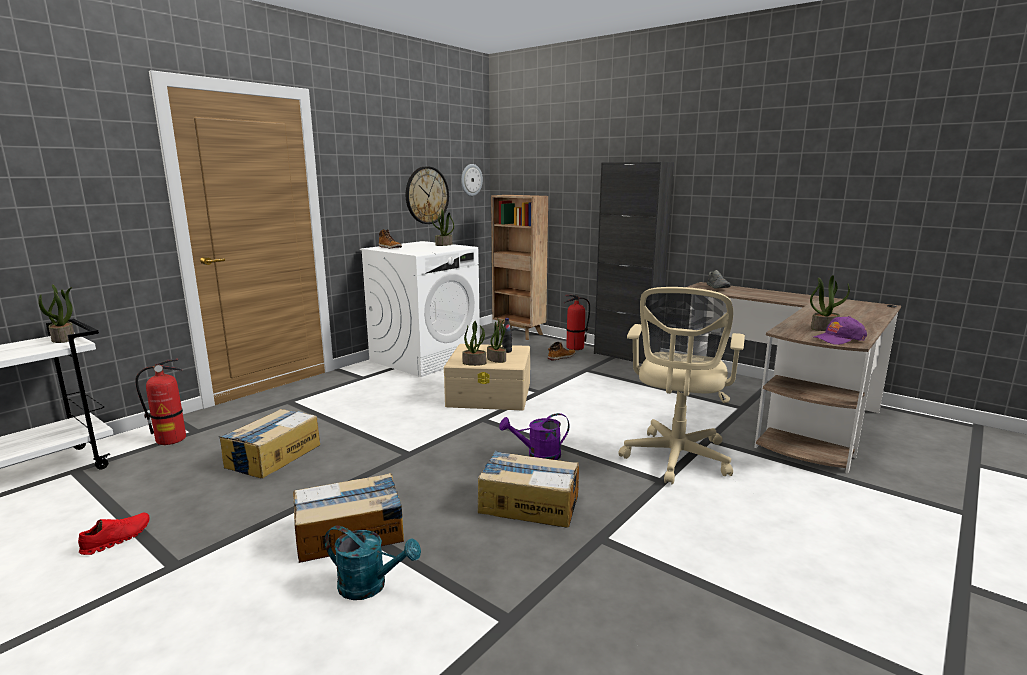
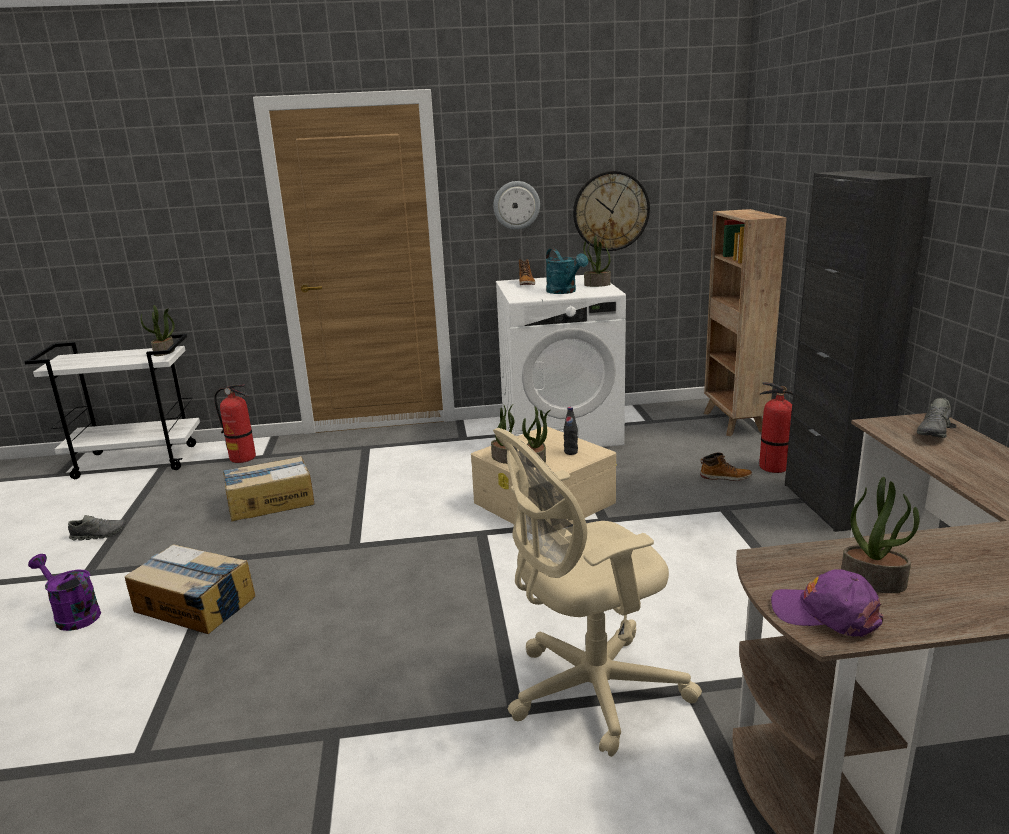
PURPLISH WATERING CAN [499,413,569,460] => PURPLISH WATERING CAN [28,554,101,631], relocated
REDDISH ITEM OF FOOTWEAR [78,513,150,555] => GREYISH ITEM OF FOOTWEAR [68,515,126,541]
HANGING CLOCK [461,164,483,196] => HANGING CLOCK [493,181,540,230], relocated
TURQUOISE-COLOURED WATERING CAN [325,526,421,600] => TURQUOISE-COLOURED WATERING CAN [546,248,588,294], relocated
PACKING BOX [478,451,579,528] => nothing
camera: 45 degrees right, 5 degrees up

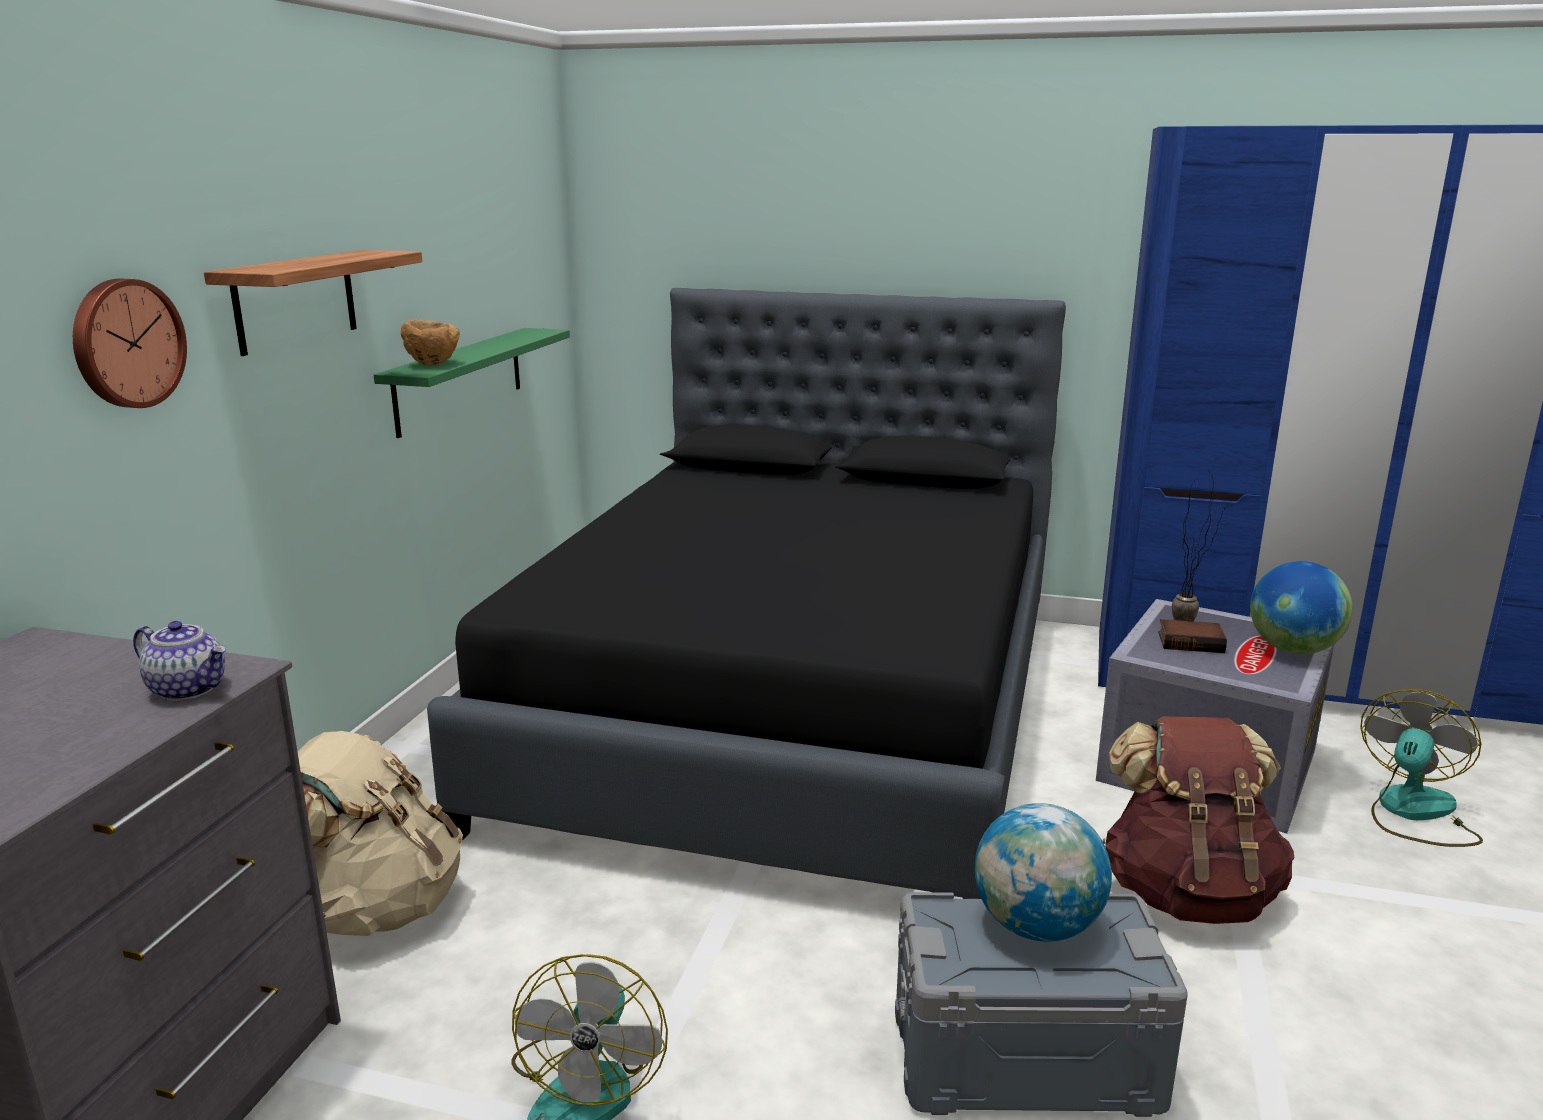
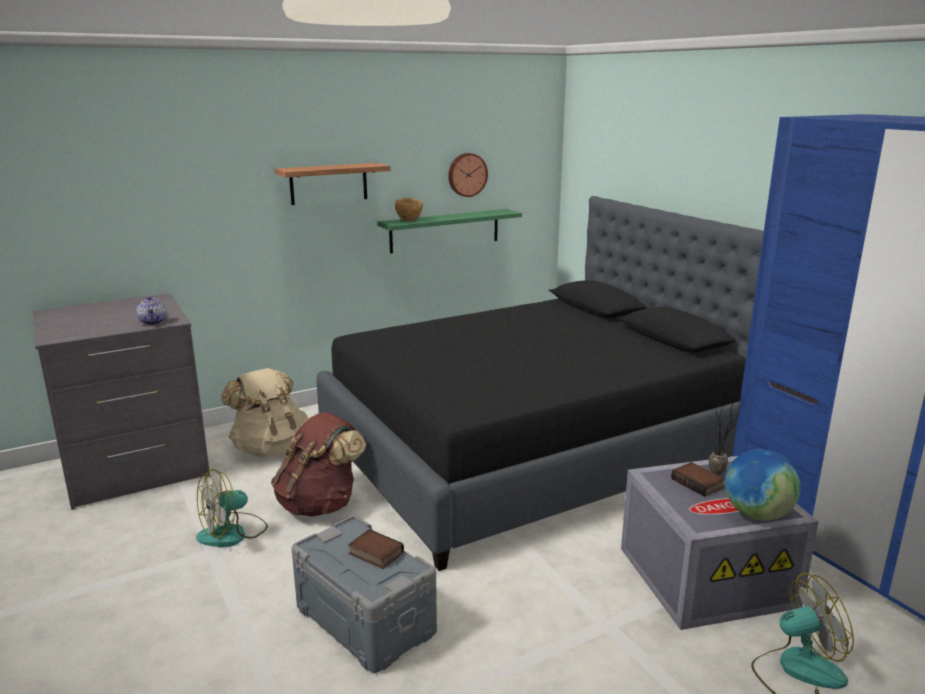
BROWN RUCKSACK [1103,716,1294,924] => BROWN RUCKSACK [271,412,366,517], relocated
DESK GLOBE [975,803,1112,942] => VOLUME [348,529,404,569]
HANGING CLOCK [73,279,187,408] => HANGING CLOCK [448,153,488,197], relocated
camera: 45 degrees right, 0 degrees up

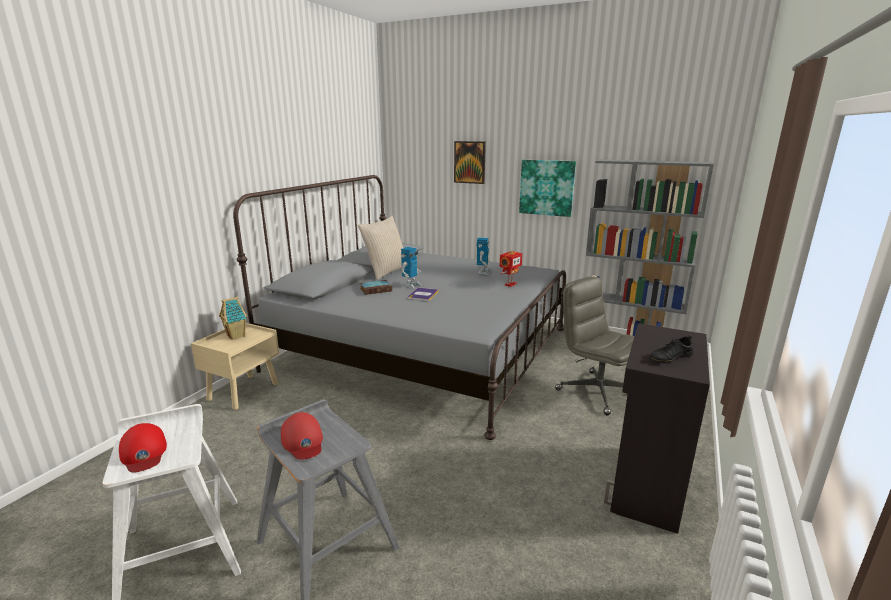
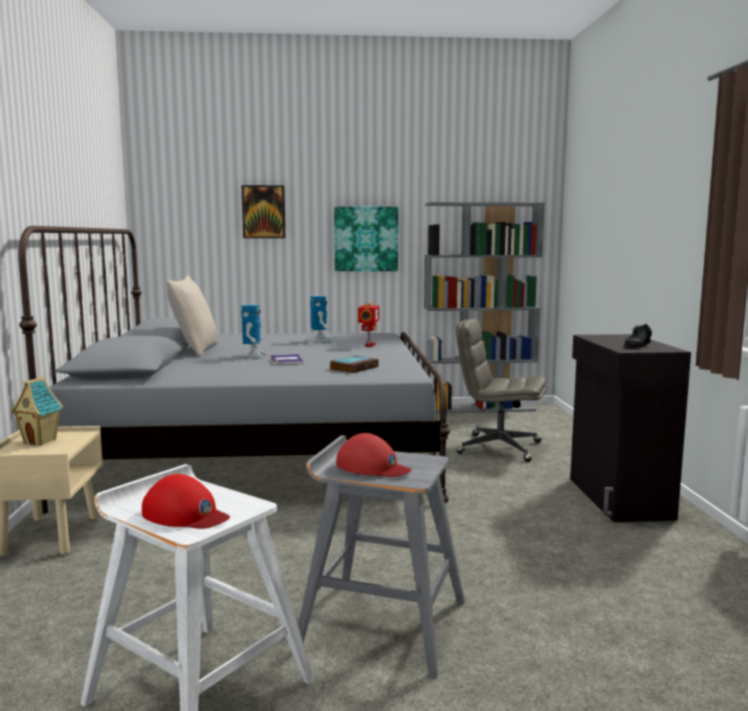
VOLUME [360,280,392,295] => VOLUME [330,356,379,373], relocated
camera: 30 degrees left, 10 degrees down

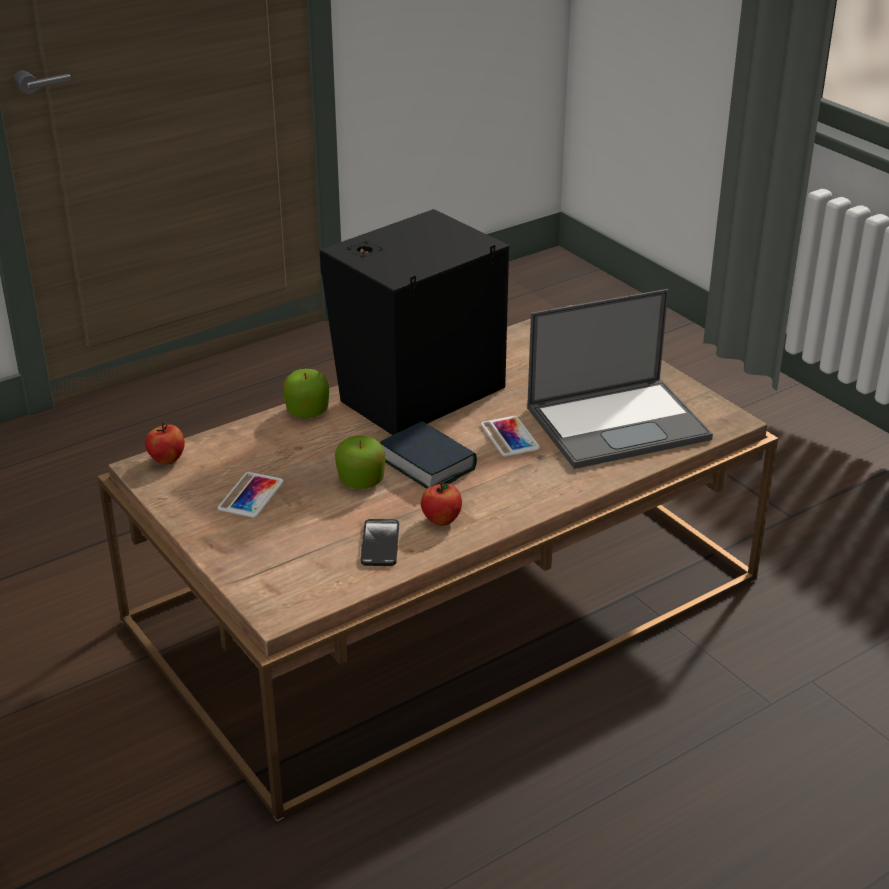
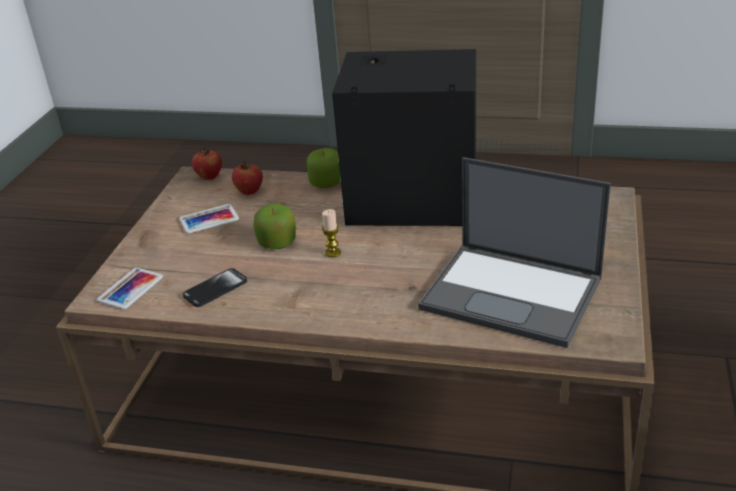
PHONE [481,416,540,457] => PHONE [97,268,163,310], relocated
APPLE FRUIT [421,482,462,526] => APPLE FRUIT [232,161,263,195], relocated
VOLUME [380,421,477,489] => WAX LIGHT [322,209,341,257]
camera: 50 degrees right, 0 degrees up

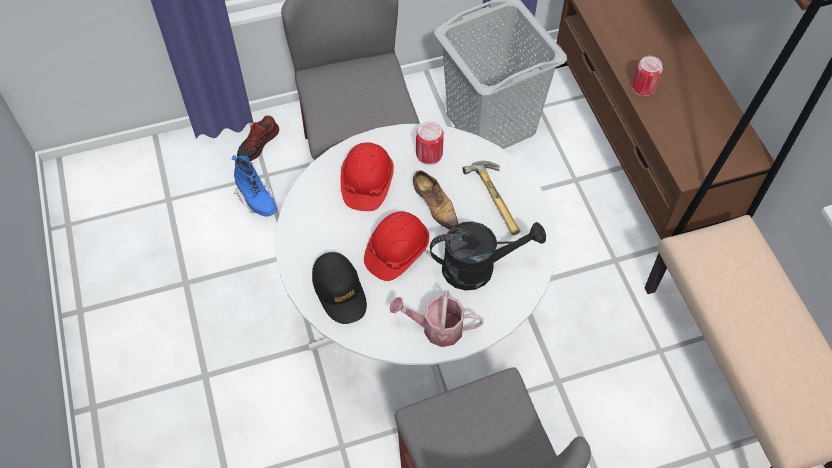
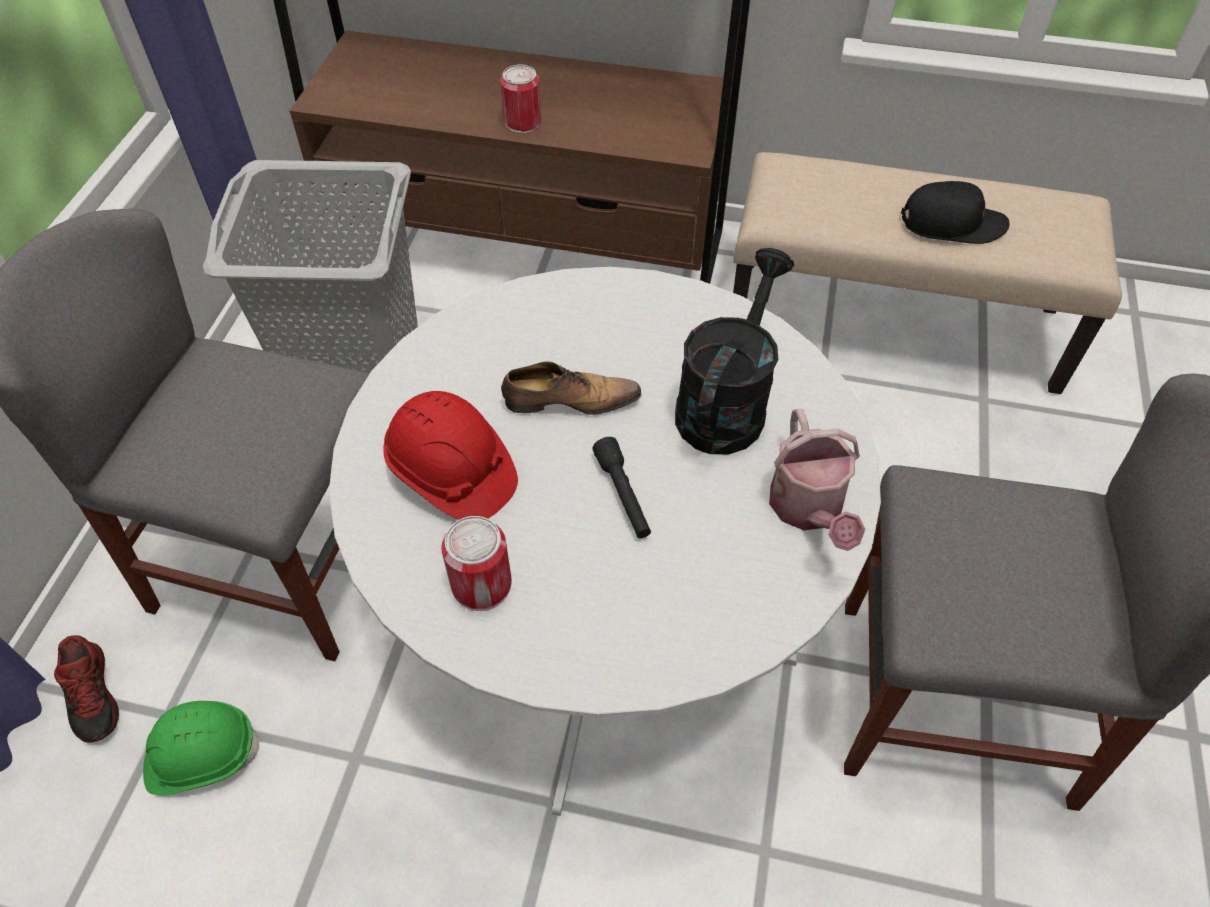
BLUE HIGH-TOP BOOT [232,155,277,217] => GREEN WORK HELMET [143,701,261,795]
CAN [416,121,444,165] => CAN [441,516,512,611], relocated
REDDISH WORK HELMET [364,211,429,281] => BLACK-COLOURED FLASHLIGHT [592,437,651,538]
WATERING CAN [389,290,484,347] => WATERING CAN [769,409,865,551], 45 degrees counterclockwise
BLACK-COLOURED CAP [312,252,367,324] => BLACK-COLOURED CAP [901,181,1009,244], relocated
HAND HAMMER [463,161,520,235] => nothing
camera: 60 degrees left, 5 degrees down

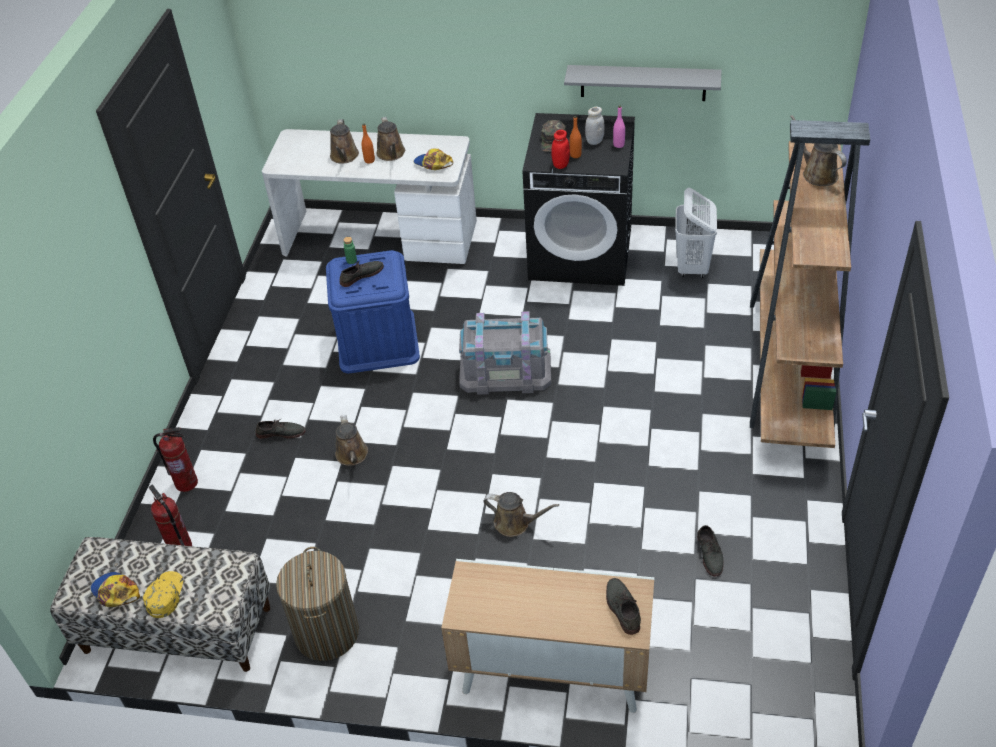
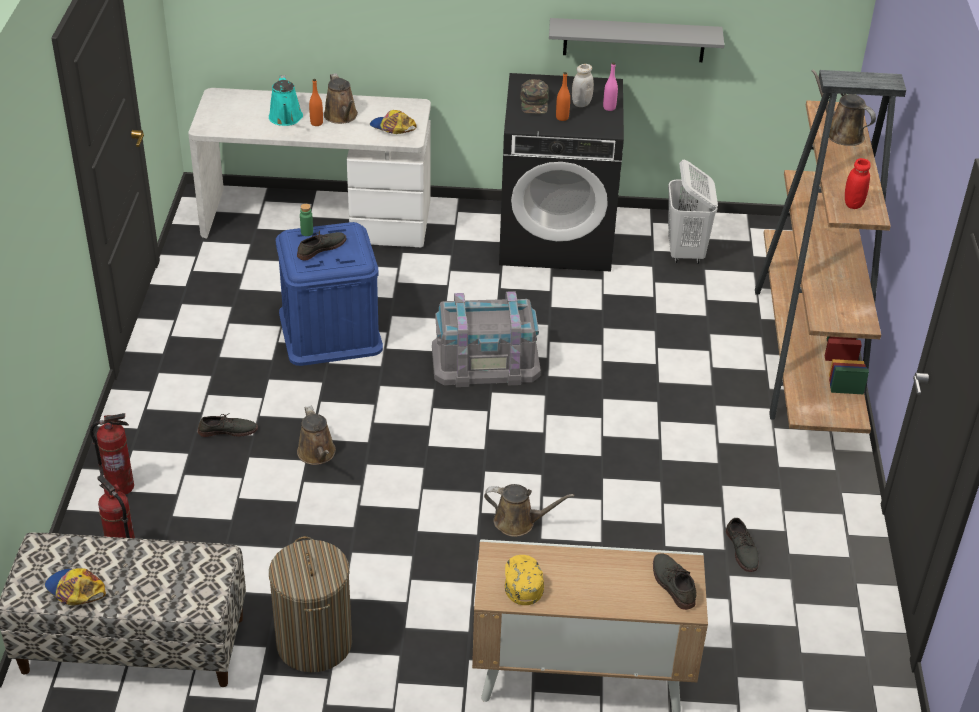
BROWN WATERING CAN [330,119,359,163] => TURQUOISE-COLOURED WATERING CAN [269,75,303,126]
YELLOW CAP [143,571,183,618] => YELLOW CAP [505,555,544,605], relocated
REDDISH STORAGE JAR [551,130,570,169] => REDDISH STORAGE JAR [845,158,871,209], relocated
camera: 10 degrees left, 5 degrees down

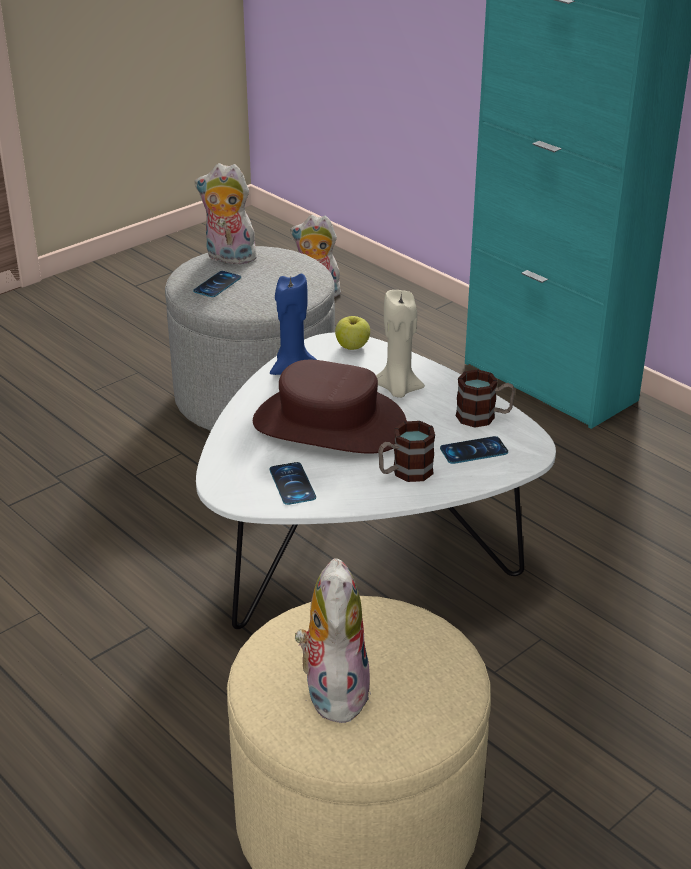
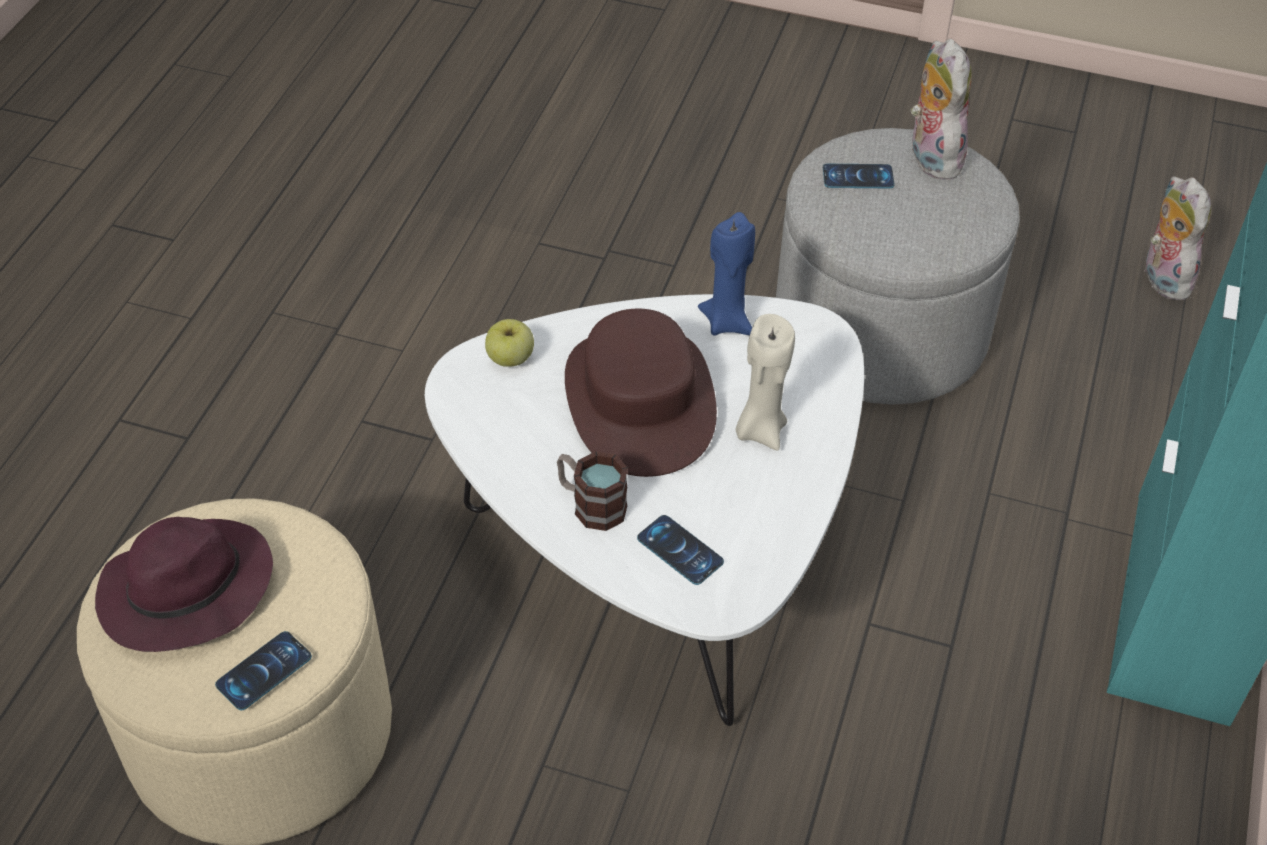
SOFT TOY [295,558,371,723] => PURPLISH HAT [95,517,273,652]
PHONE [270,462,316,505] => PHONE [215,631,312,710], relocated
APPLE FRUIT [335,316,370,350] => APPLE FRUIT [485,319,534,367], relocated
TEA MUG [456,369,515,427] => nothing
camera: 60 degrees right, 15 degrees up

